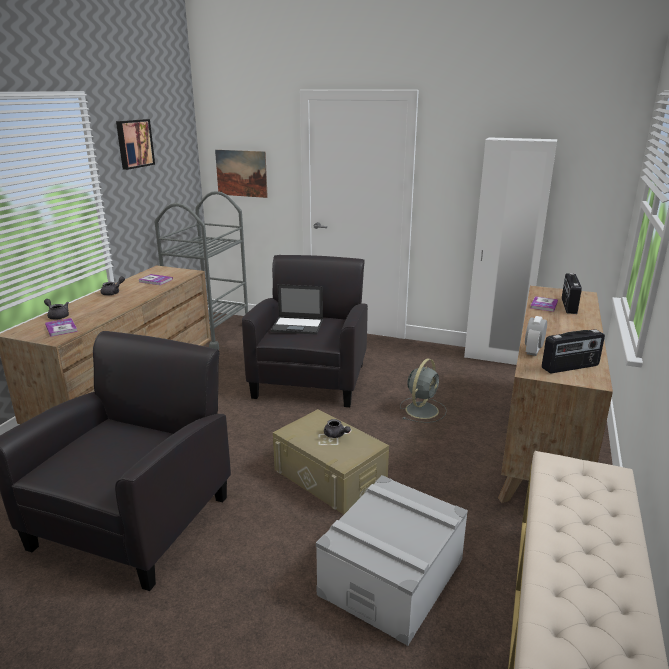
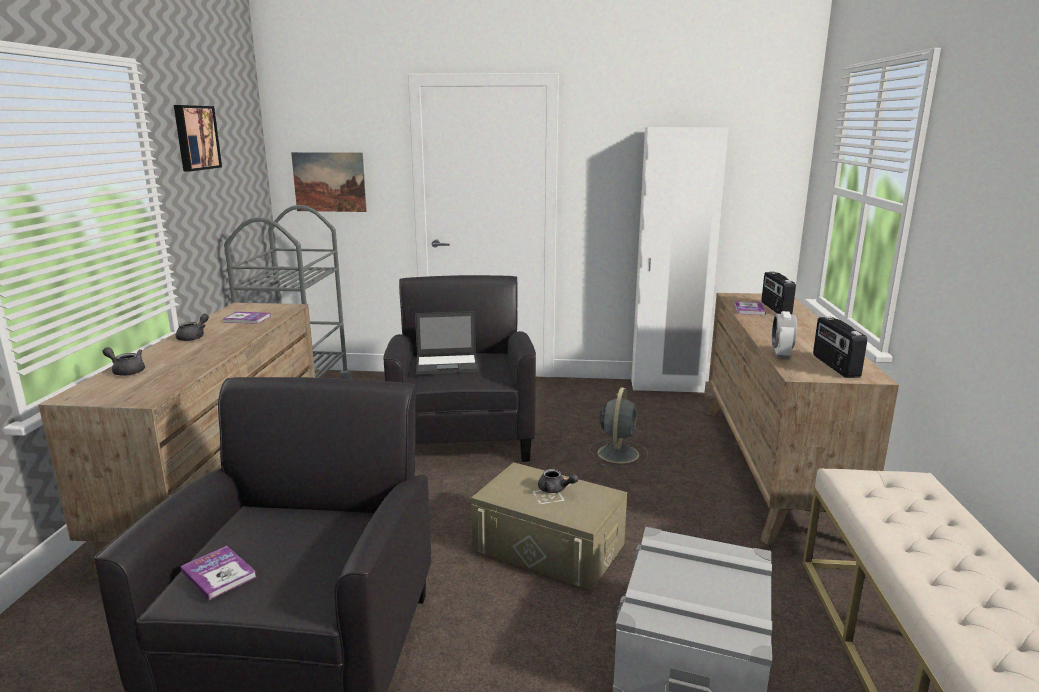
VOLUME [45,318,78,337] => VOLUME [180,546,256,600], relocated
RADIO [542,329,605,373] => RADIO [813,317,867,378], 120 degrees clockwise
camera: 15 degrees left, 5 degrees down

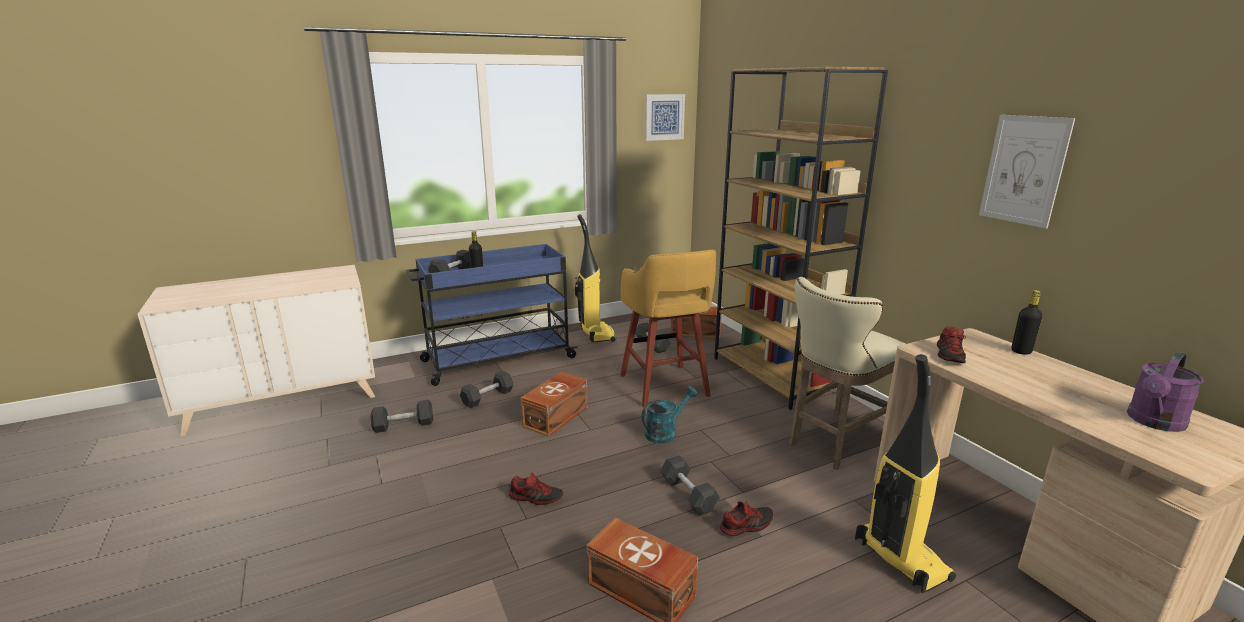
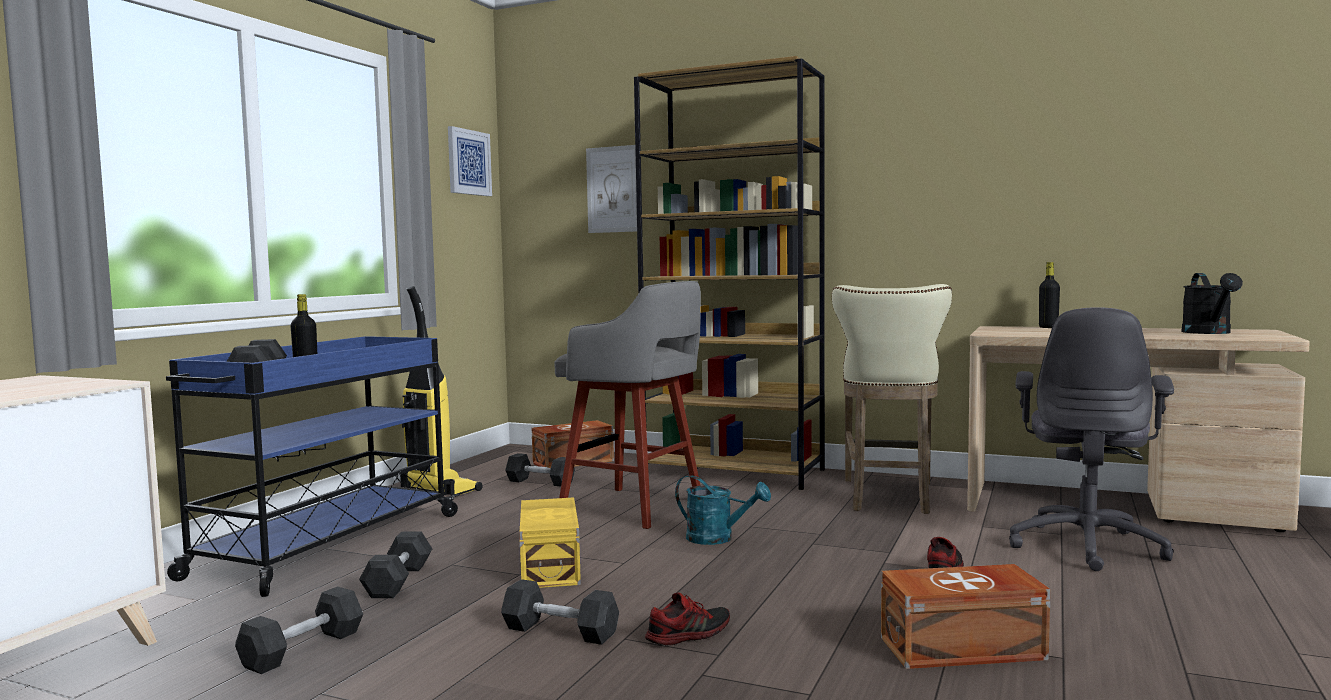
GREYISH HAND WEIGHT [660,455,720,516] => GREYISH HAND WEIGHT [501,579,619,645], relocated
BROWN STORAGE BIN [520,372,588,437] => YELLOW STORAGE BIN [519,497,581,588]
YELLOW STOOL [620,250,716,408] => GREYISH STOOL [554,281,701,529]
WALL PICTURE [979,115,1075,228] => WALL PICTURE [586,145,637,233], relocated
TURQUOISE-COLOURED WATERING CAN [642,386,697,444] => TURQUOISE-COLOURED WATERING CAN [675,475,771,545], 105 degrees clockwise
VACUUM CLEANER [855,354,956,593] => GREYISH OFFICE CHAIR [1009,308,1174,571]
PURPLISH WATERING CAN [1127,352,1204,432] => BLACK-COLOURED WATERING CAN [1181,273,1243,334]
ITEM OF FOOTWEAR [937,326,966,363] => nothing
camera: 40 degrees left, 15 degrees down

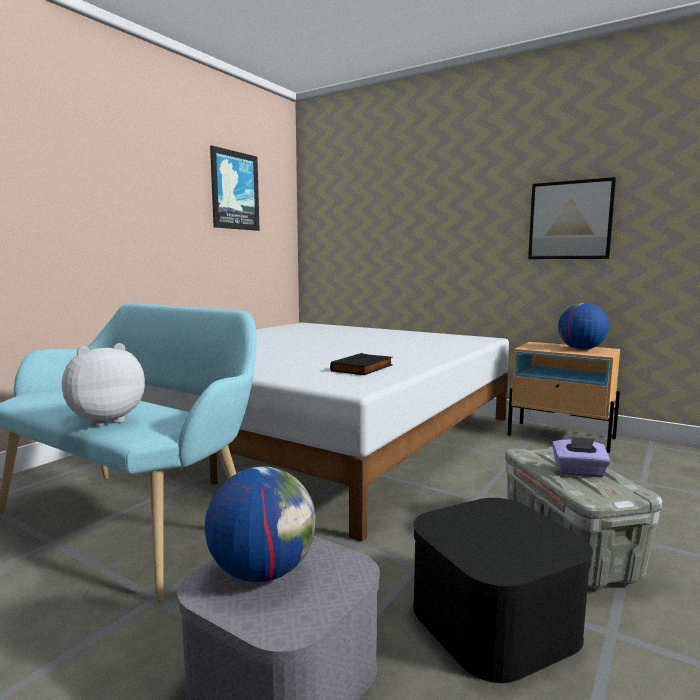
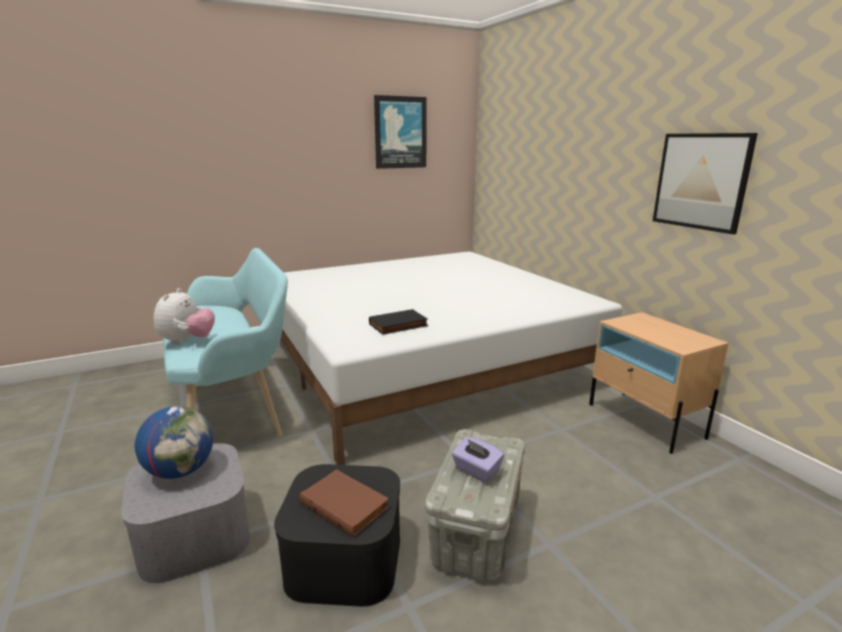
SOFT TOY [62,343,145,427] => SOFT TOY [154,288,215,345], 105 degrees clockwise
nothing => BROWN VOLUME [299,469,389,537]
DESK GLOBE [558,303,609,350] => nothing
camera: 30 degrees right, 10 degrees up

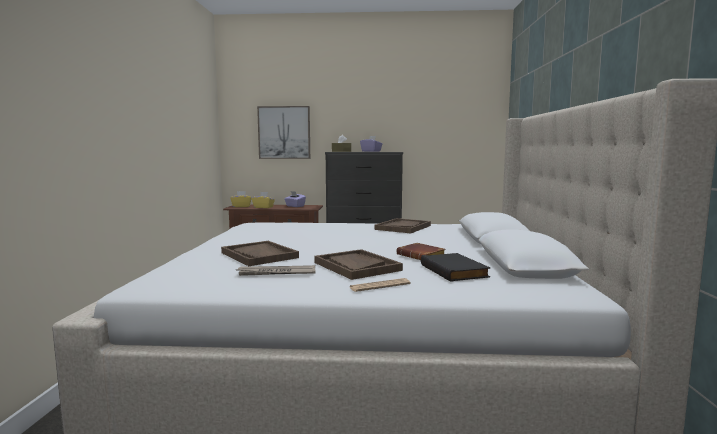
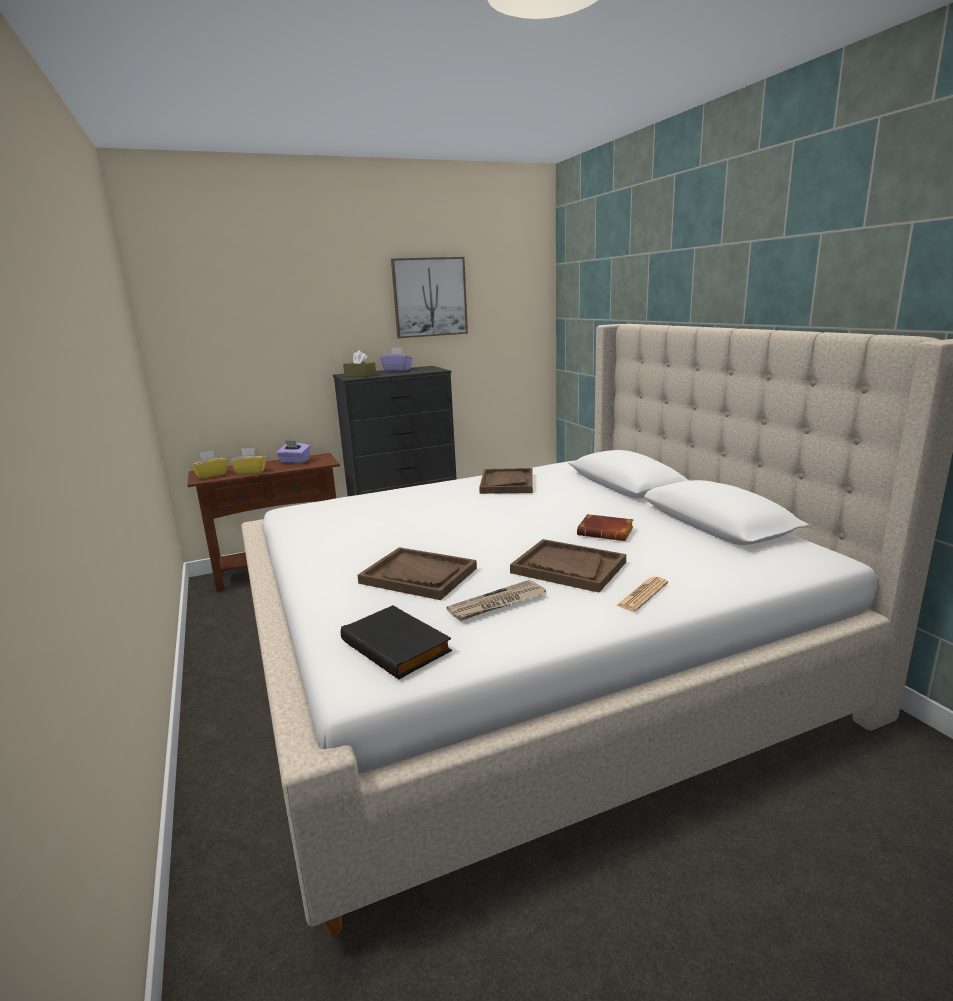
BLACK-COLOURED VOLUME [421,253,490,282] => BLACK-COLOURED VOLUME [341,605,452,679], relocated
WALL PICTURE [257,106,310,159] => WALL PICTURE [391,257,468,338], relocated
camera: 25 degrees left, 10 degrees up

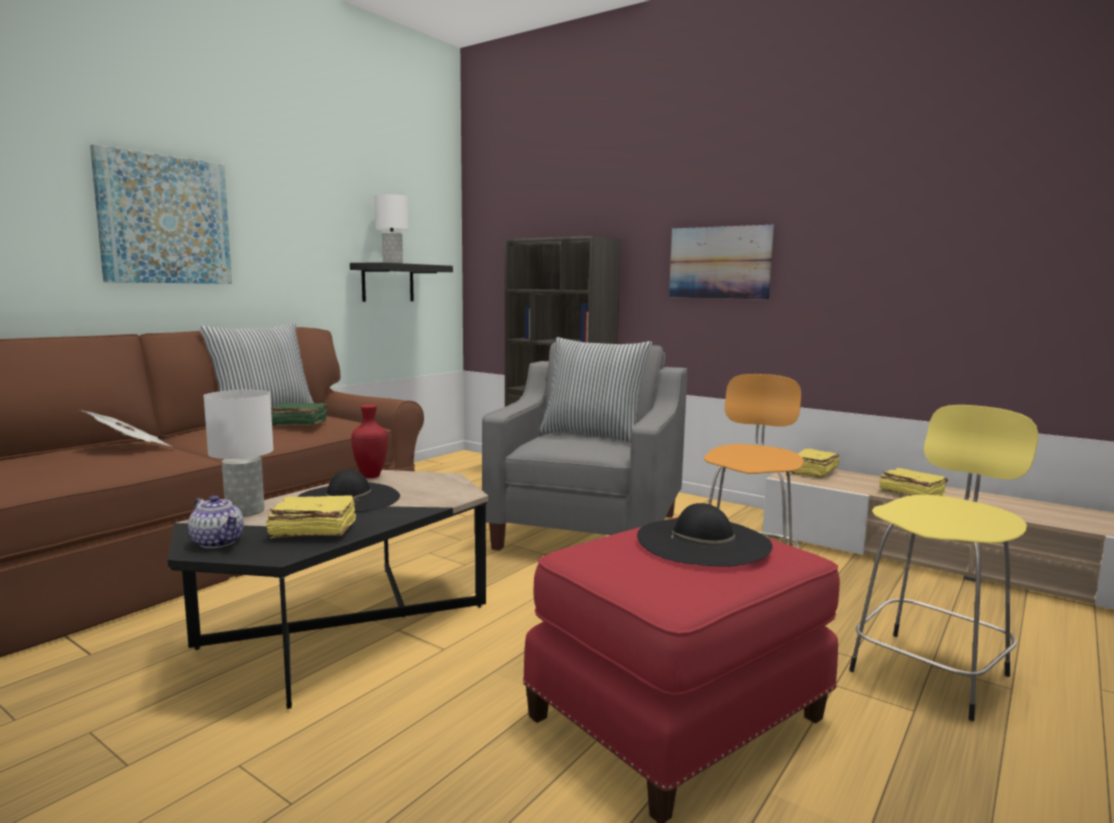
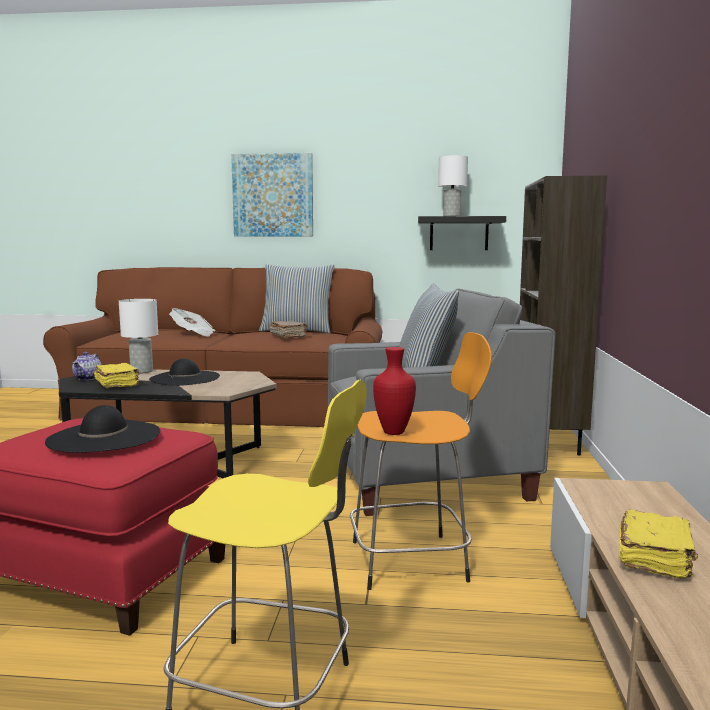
GREEN VOLUME [271,403,328,426] => BROWN VOLUME [269,320,308,338]
REDDISH VASE [351,405,388,478] => REDDISH VASE [373,347,416,435], relocated
WALL PICTURE [669,225,774,300] => nothing
YELLOW VOLUME [790,449,840,478] => nothing
camera: 60 degrees right, 0 degrees up

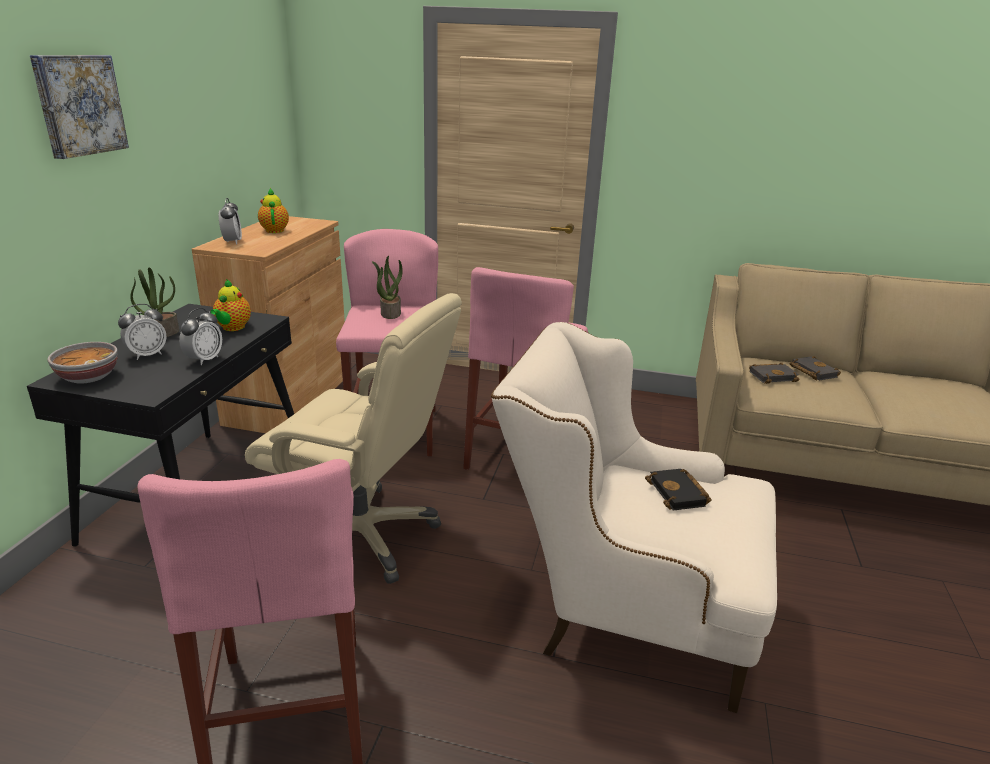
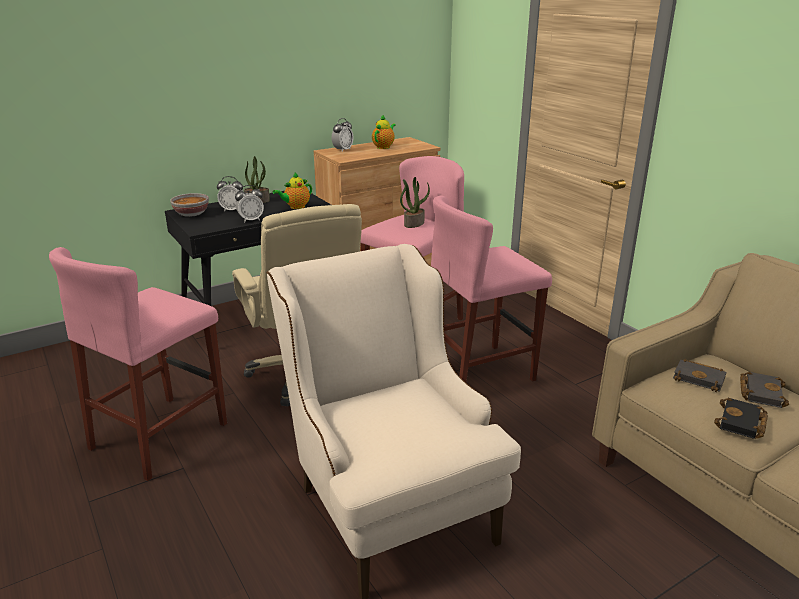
BLACK-COLOURED VOLUME [645,469,711,510] => BLACK-COLOURED VOLUME [714,398,768,439], relocated
WALL PICTURE [30,55,129,159] => nothing
camera: 45 degrees right, 0 degrees up

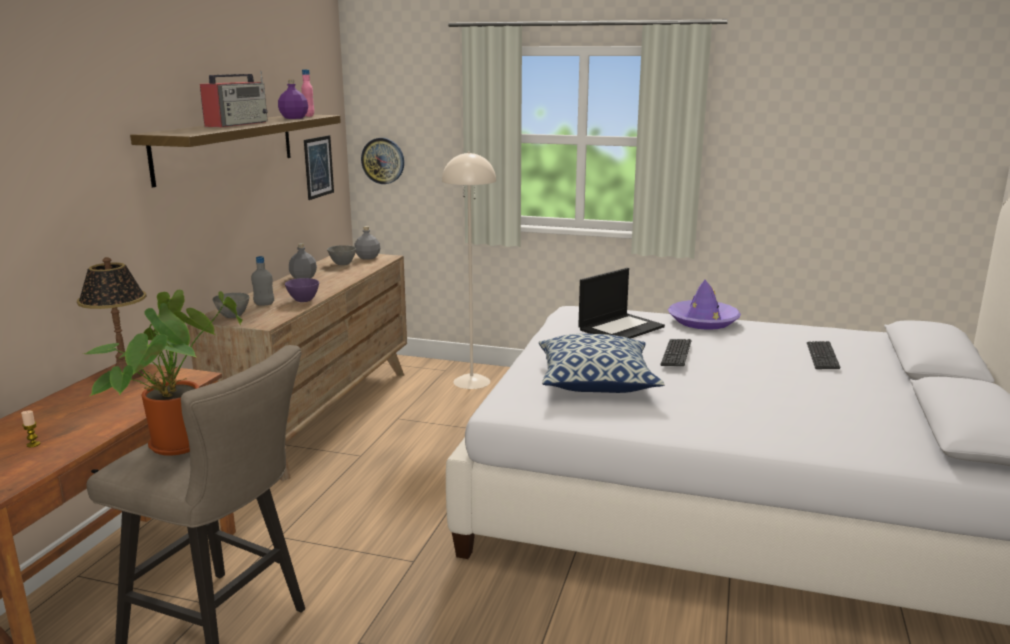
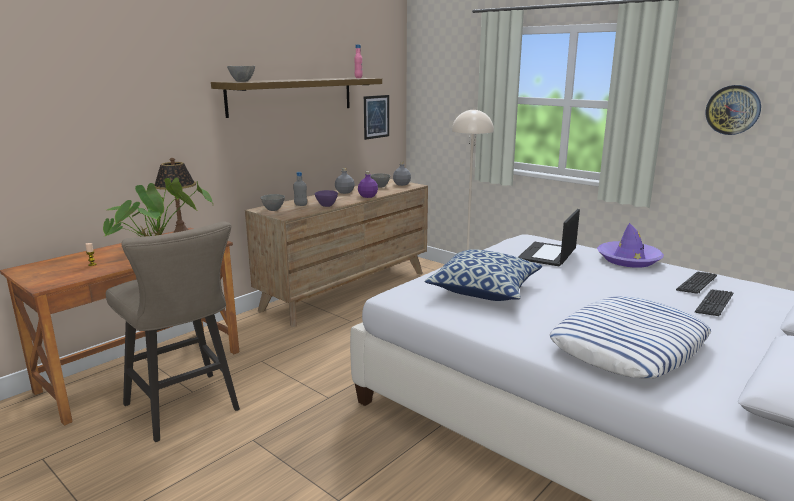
nothing => GREYISH BOWL [227,66,255,82]
PURPLISH BEVERAGE BOTTLE [278,80,308,119] => PURPLISH BEVERAGE BOTTLE [358,171,378,198], relocated
NOTEBOOK COMPUTER [578,268,665,339] => NOTEBOOK COMPUTER [518,209,580,266], 135 degrees clockwise
nothing => THROW PILLOW [549,296,711,379]
PC KEYBOARD [661,339,692,366] => PC KEYBOARD [676,272,717,294], relocated
HANGING CLOCK [361,138,404,184] => HANGING CLOCK [705,85,761,135], relocated
RADIO [200,71,268,127] => nothing
camera: 25 degrees right, 0 degrees up

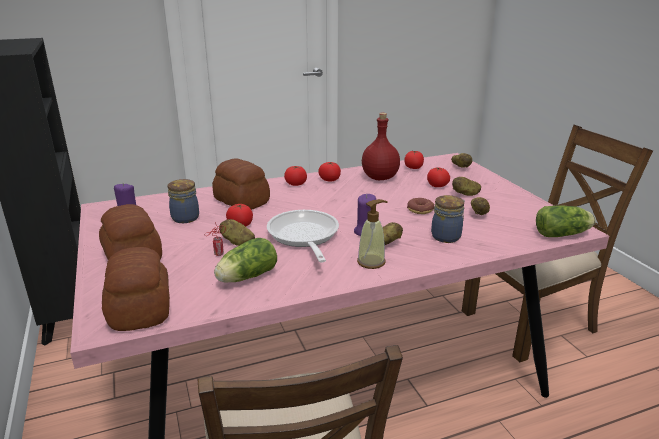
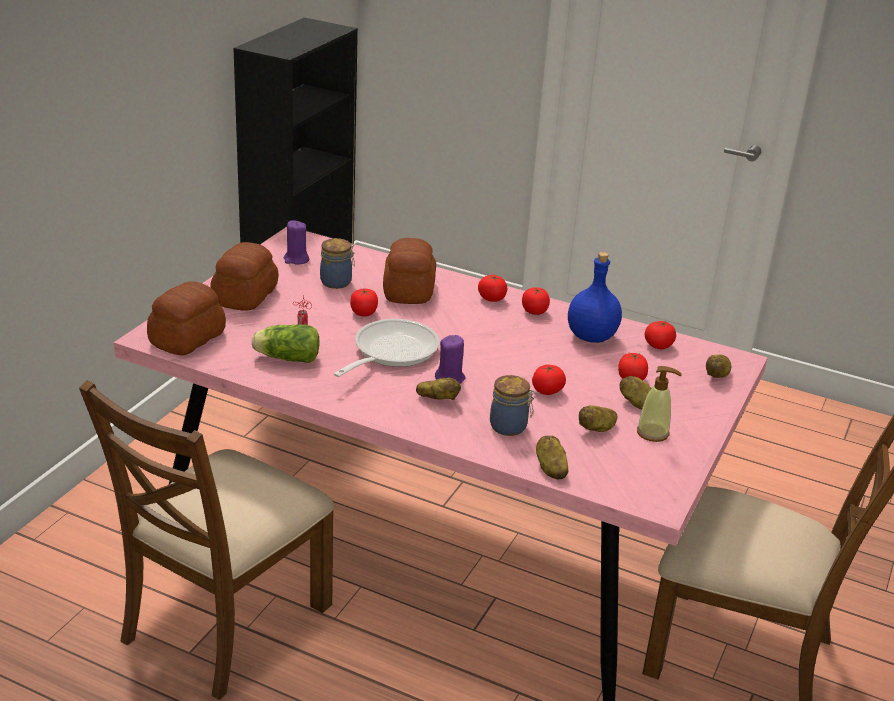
DONUT [407,198,434,214] => FRESH TOMATO [532,364,566,395]
SPUD [219,219,255,246] => SPUD [536,436,569,479], relocated
REDDISH BEVERAGE BOTTLE [362,113,400,180] => BLUE BEVERAGE BOTTLE [568,252,622,343]
SOAP BOTTLE [357,199,387,269] => SOAP BOTTLE [637,366,682,442], relocated
LETTUCE HEAD [536,205,596,237] => nothing
camera: 45 degrees right, 5 degrees up

